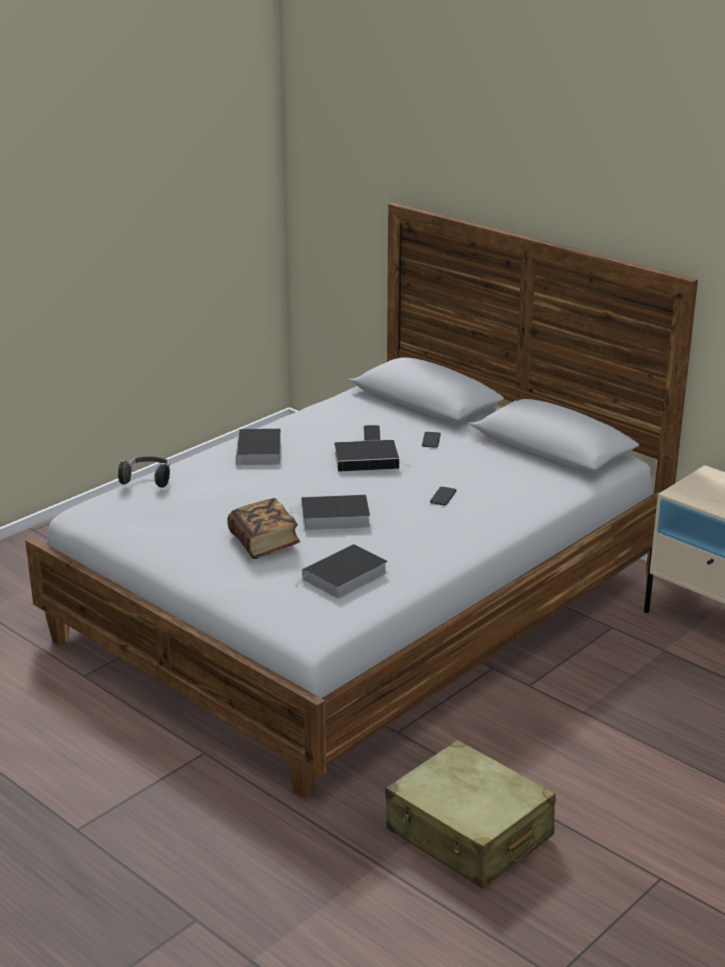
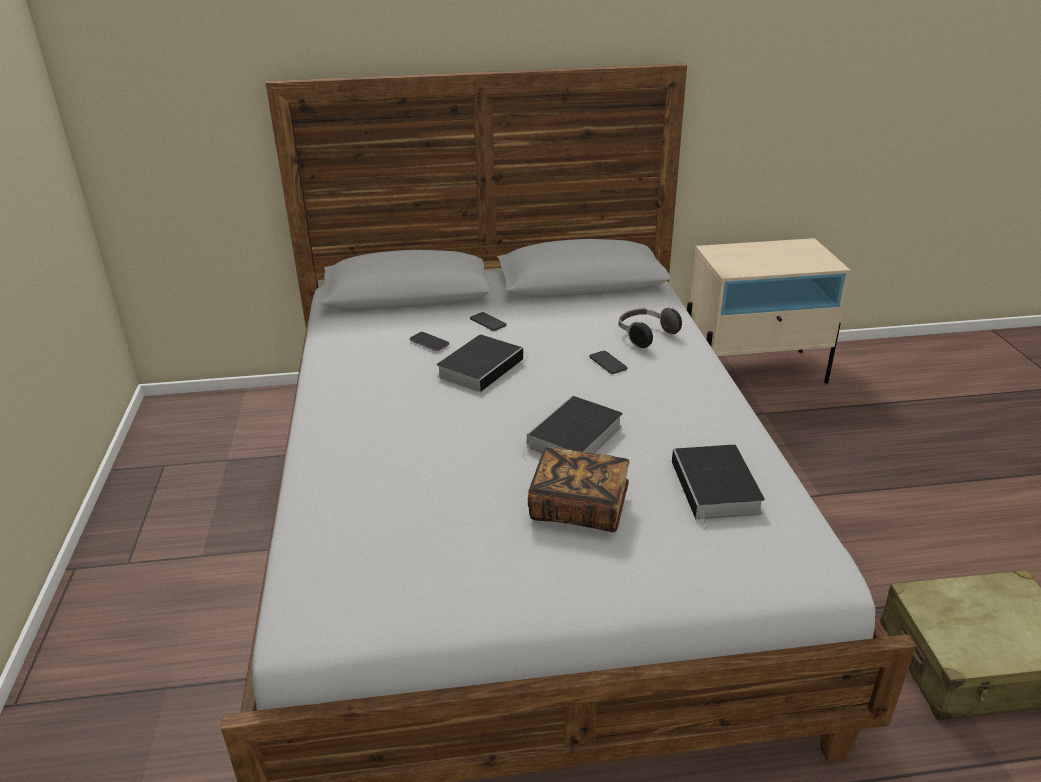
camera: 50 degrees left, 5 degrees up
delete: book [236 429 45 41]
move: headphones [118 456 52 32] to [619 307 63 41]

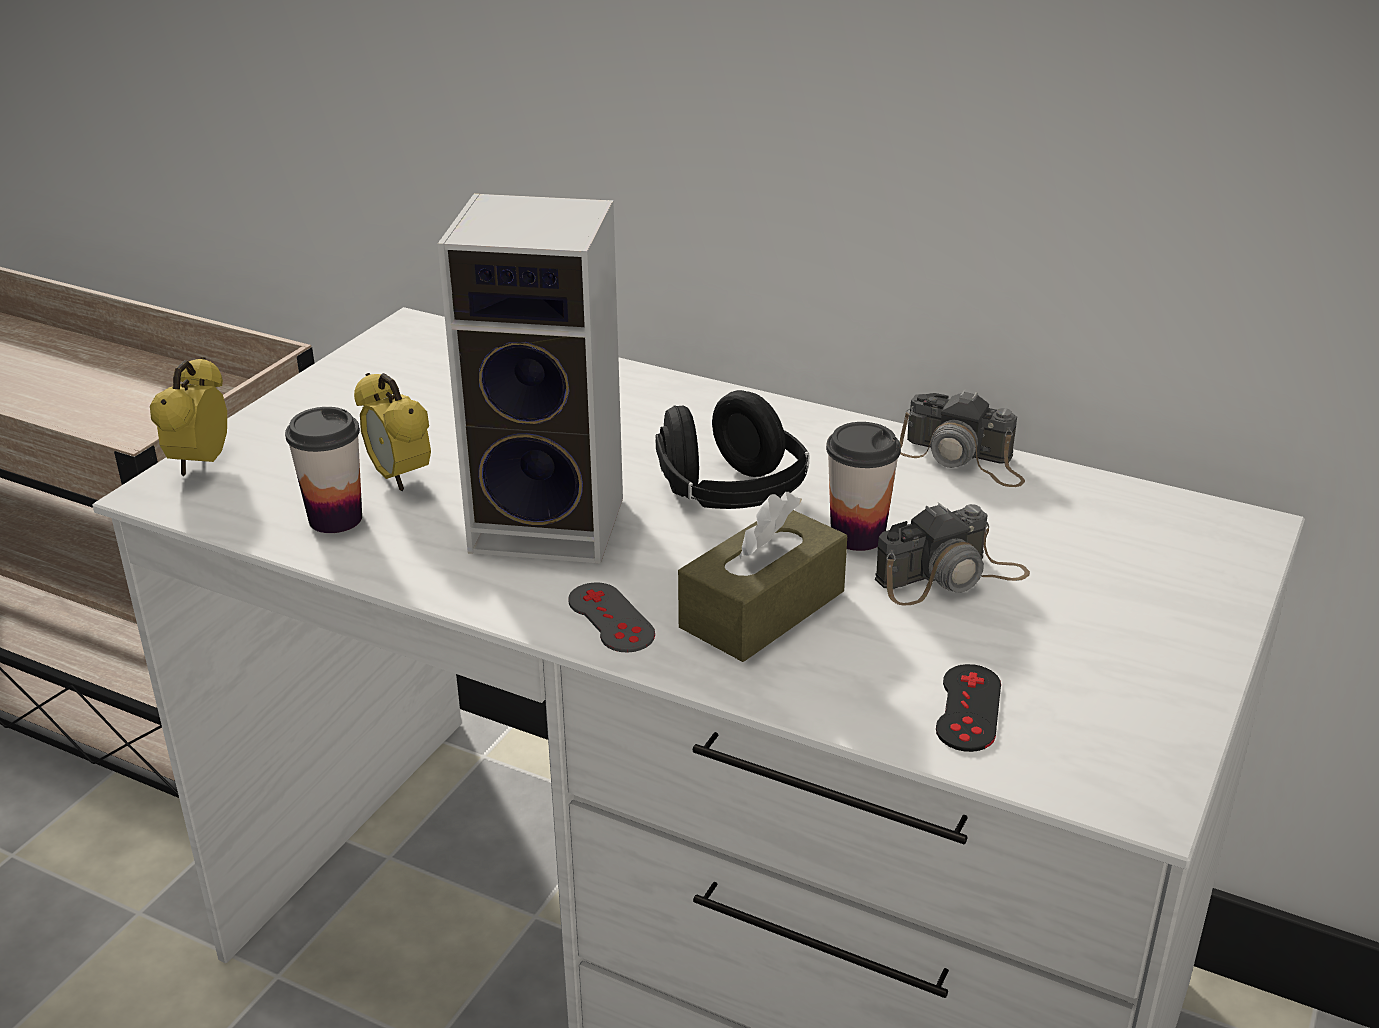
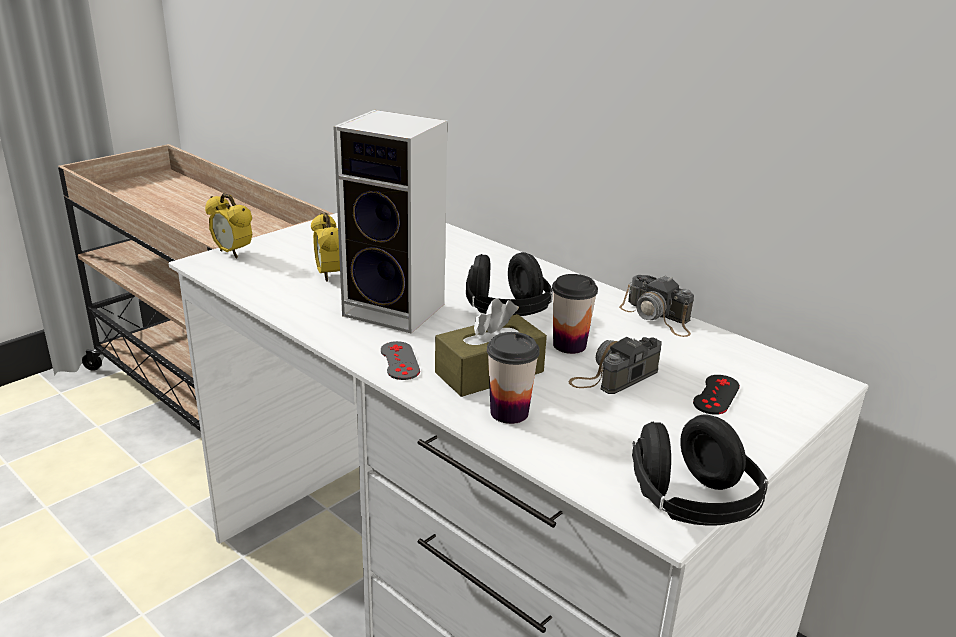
camera: 15 degrees right, 5 degrees down
insert: black headphones [632 415 136 110]
move: cup [285 407 77 126] to [487 332 53 92]; black game controller [936 664 65 88] to [693 375 47 40]
rotate: alarm clock [150 357 77 119] = [205 193 48 65] 75 degrees counterclockwise; photo camera [875 503 155 103] = [568 337 94 57] 150 degrees clockwise

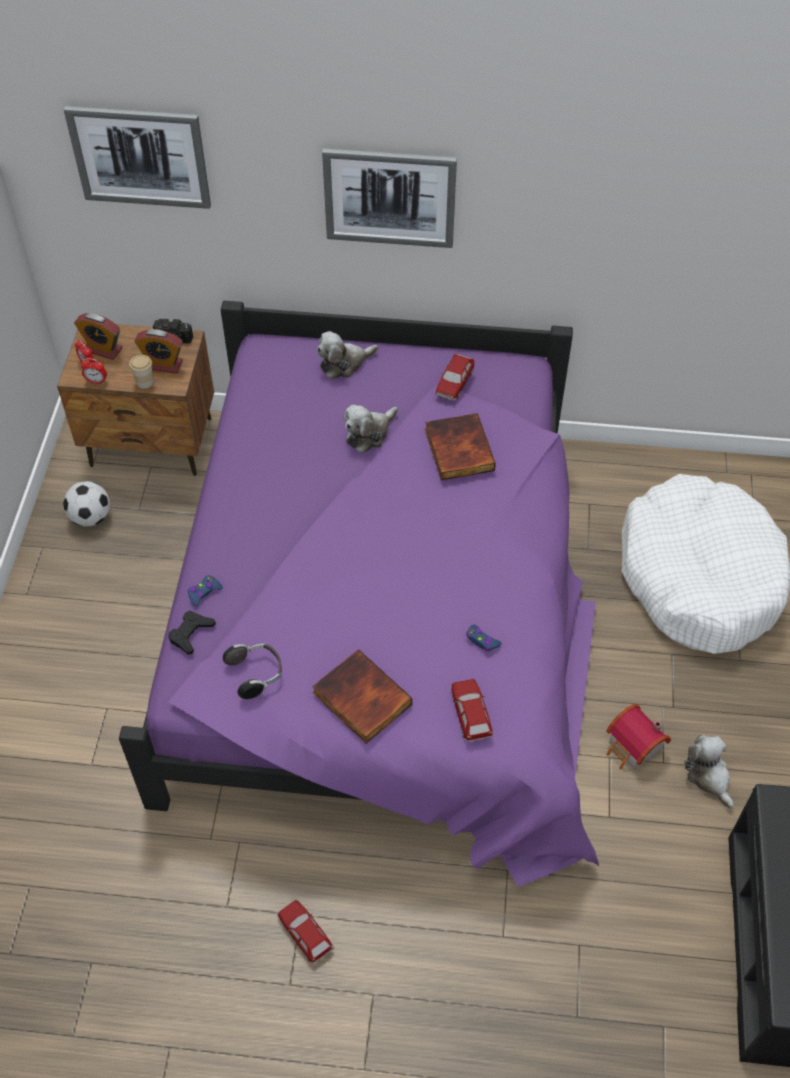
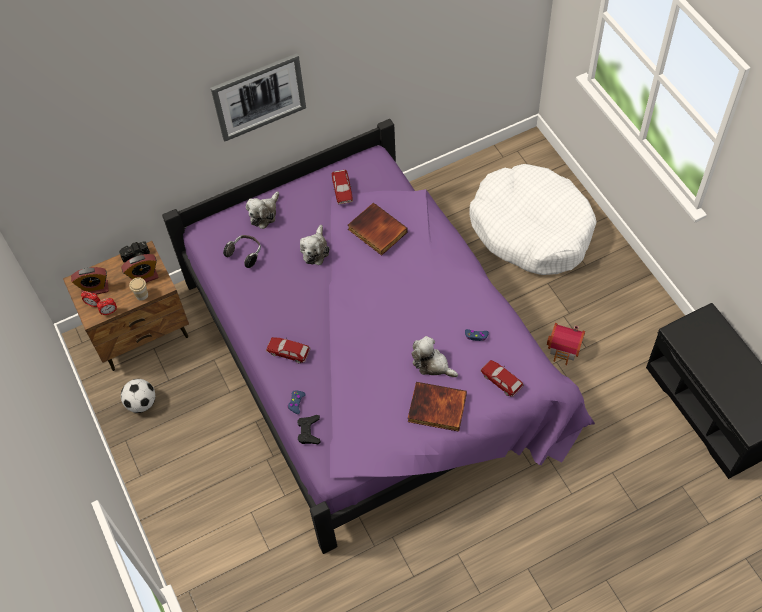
camera: 30 degrees left, 5 degrees up
delete: picture [64 106 147 103]
move: headphones [223 643 59 56] to [223 235 38 33]; toy car [277 900 57 64] to [266 337 45 26]; plush toy [685 735 48 74] to [411 336 47 41]

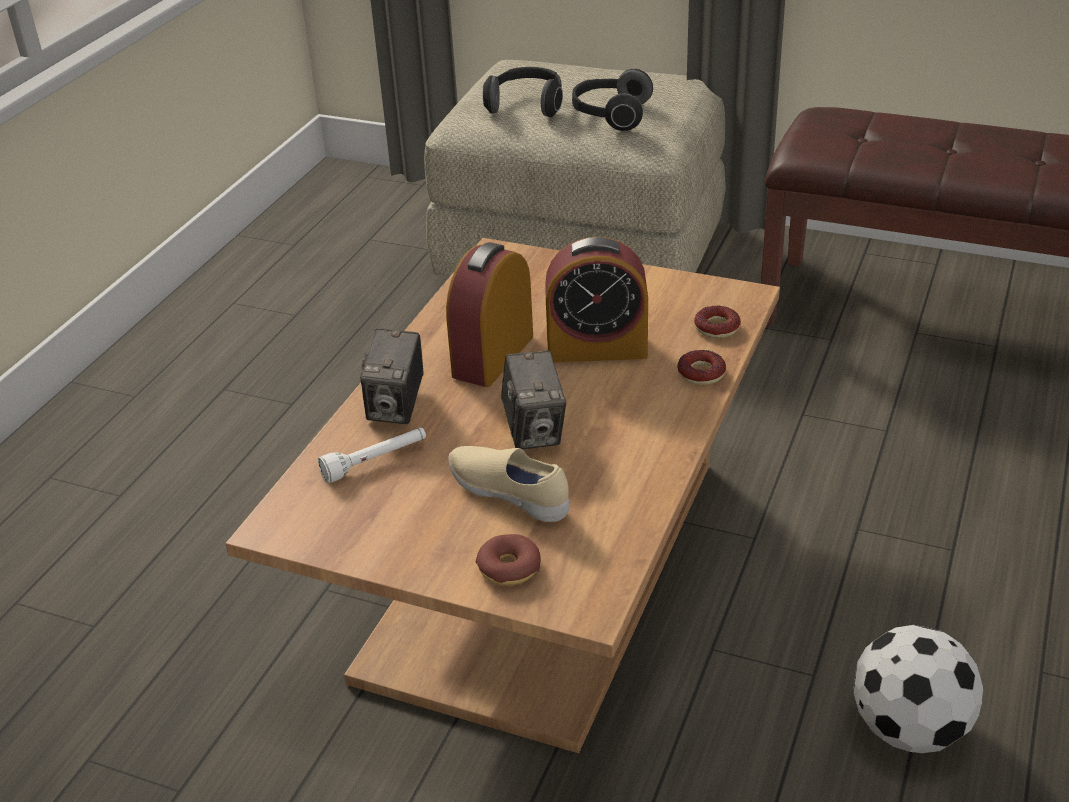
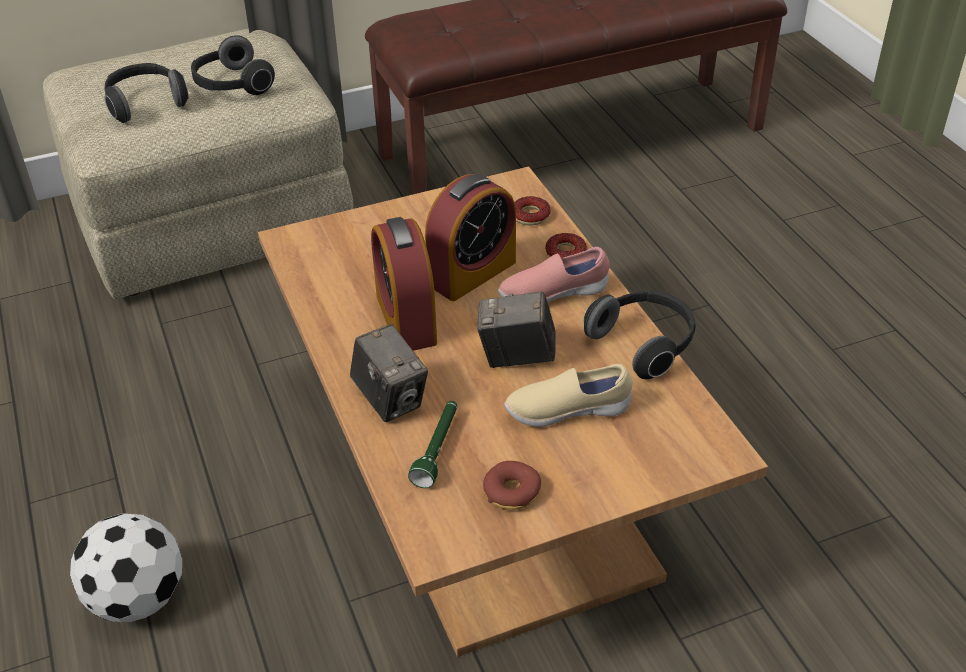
camera: 45 degrees left, 5 degrees up
insert: pink shoe [498 247 112 56]; headphones [584 290 111 89]
move: donut [476 534 65 52] to [483 461 58 49]; football [853 625 130 128] to [70 513 112 109]
recolor: white flashlight [318 428 108 55] to green flashlight [408 401 49 87]
rotate: photo camera [501 350 65 99] = [477 291 79 77] 150 degrees clockwise

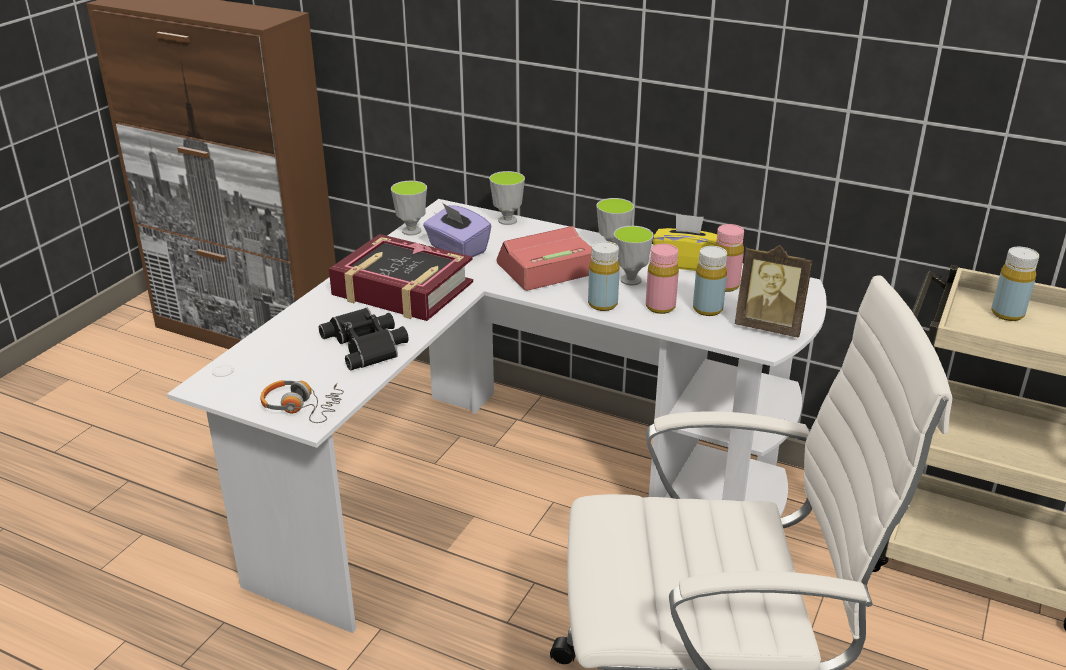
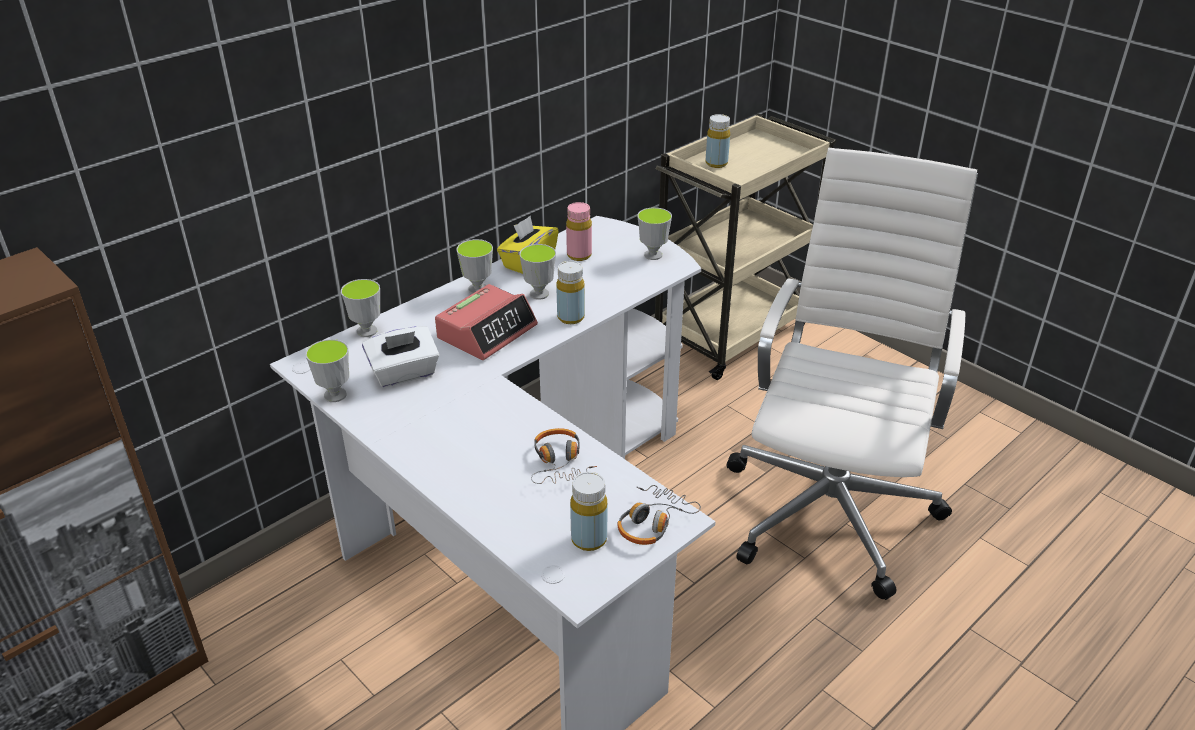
camera: 70 degrees left, 5 degrees up
delete: book [329 234 144 87]; pink bottle [646 244 33 70]
move: yellow bottle [693 246 34 70] to [570 472 38 79]
replace: black binoculars [319 308 90 62] to headphones [531 428 66 56]; picture frame [735 245 78 93] to cup [637 207 35 53]
recolor: purple tissue box [423 203 68 54] to white tissue box [362 326 77 61]
rotate: alarm clock [497 226 94 65] = [435 284 103 76] 135 degrees counterclockwise

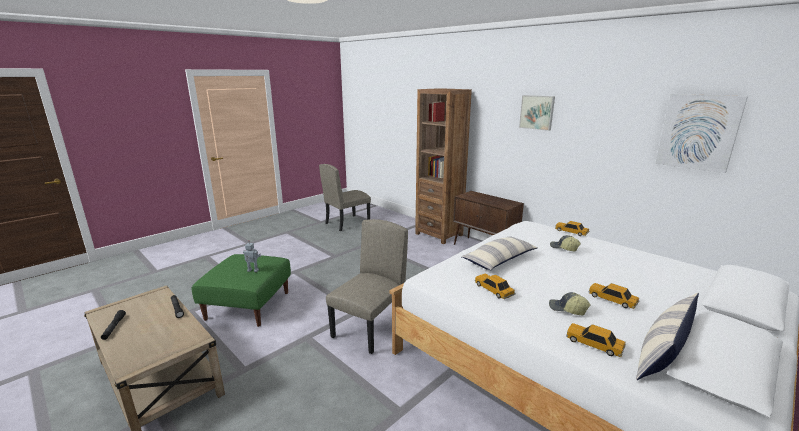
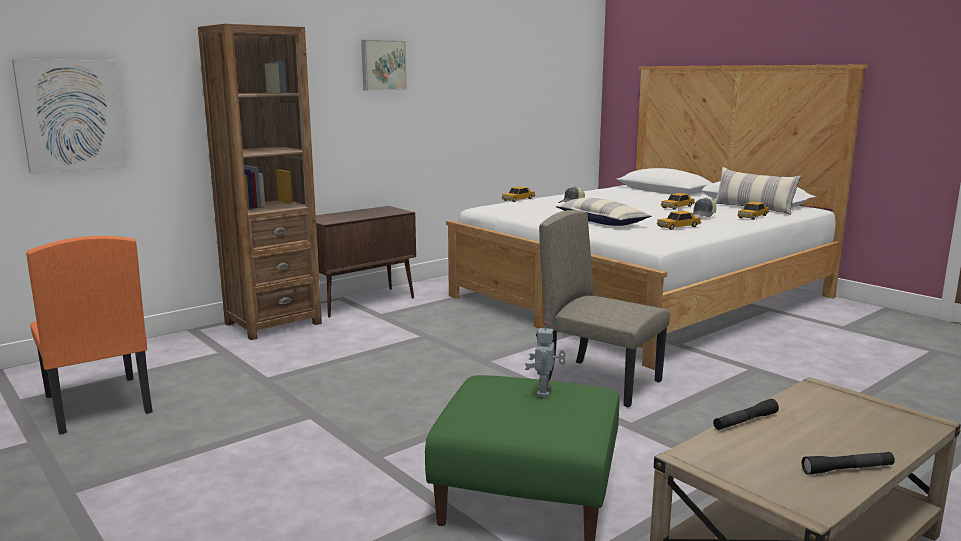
camera: 85 degrees left, 5 degrees down
move: picture [655 94 93 79] to [12 59 116 114]
recolor: beige chair [319 164 52 67] to orange chair [26 236 127 198]

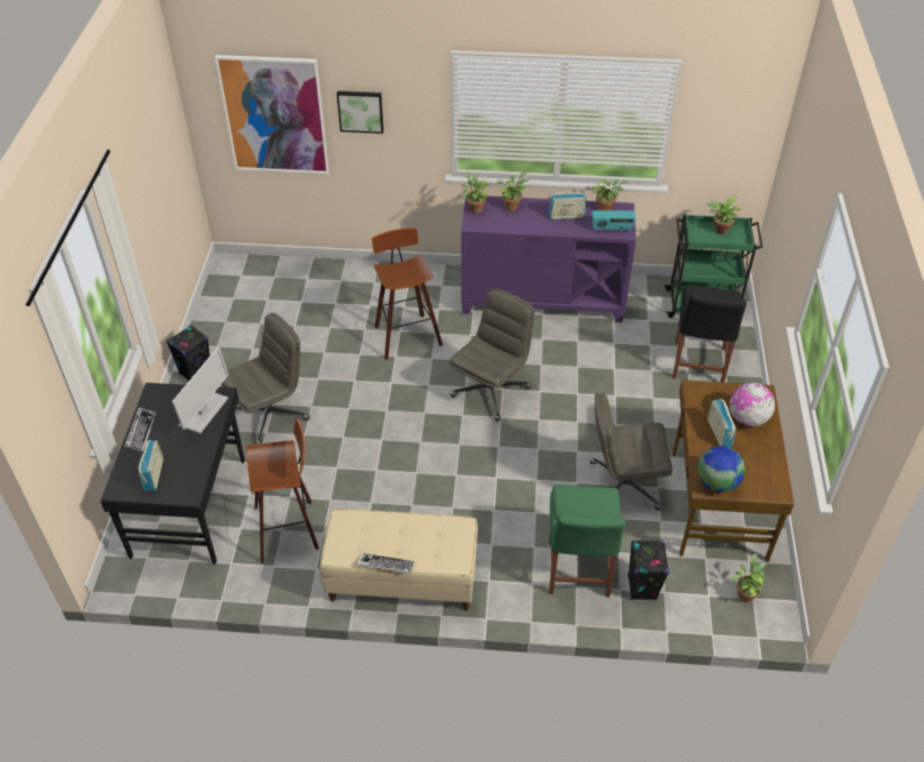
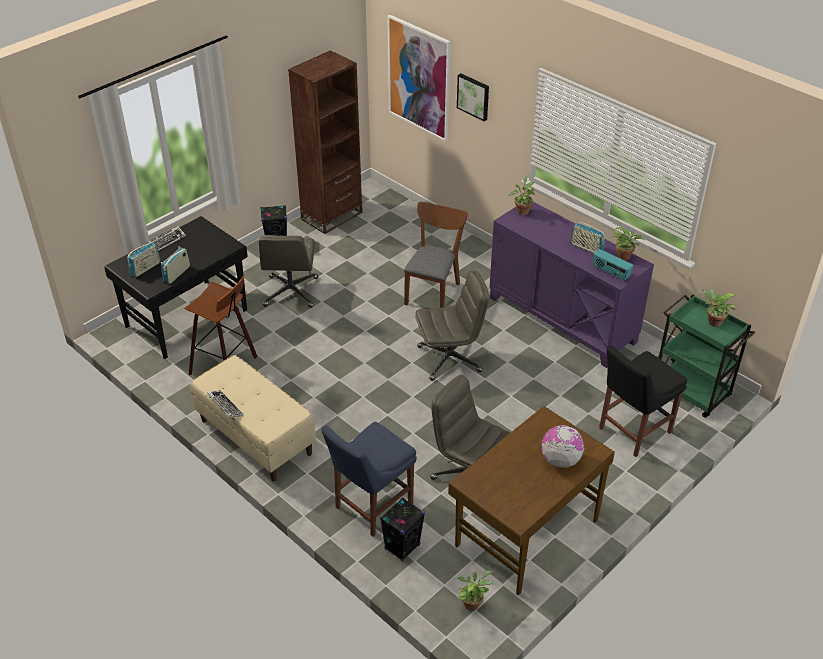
camera: 40 degrees right, 5 degrees down
delete: monitor [172 347 56 87]; potted plant [497 172 32 39]; globe [698 446 47 46]
insert: brown bookcase [288 50 75 184]
move: radio [707 399 29 48] to [161 246 29 38]
replace: stool [372 228 71 132] to brown chair [404 202 64 106]
recolor: green chair [549 485 77 112] to blue chair [321 422 96 115]
rotate: grey office chair [221 313 89 131] = [259 235 59 73] 90 degrees clockwise

